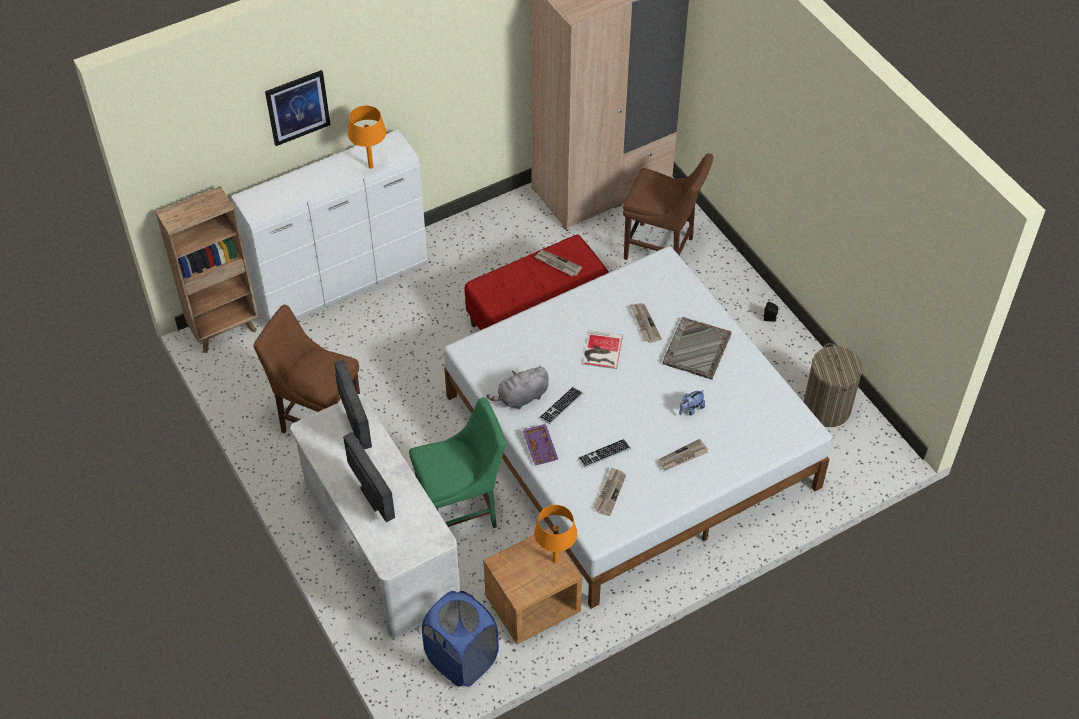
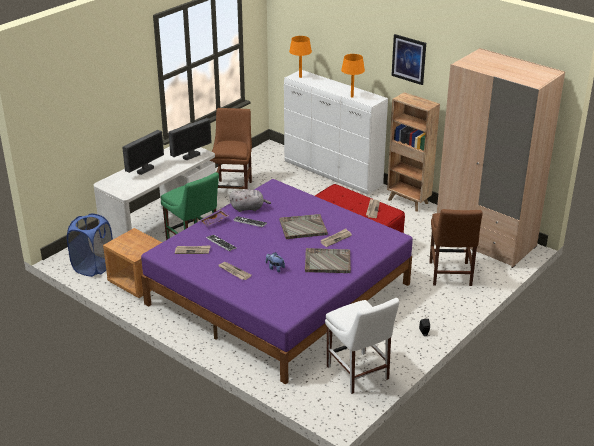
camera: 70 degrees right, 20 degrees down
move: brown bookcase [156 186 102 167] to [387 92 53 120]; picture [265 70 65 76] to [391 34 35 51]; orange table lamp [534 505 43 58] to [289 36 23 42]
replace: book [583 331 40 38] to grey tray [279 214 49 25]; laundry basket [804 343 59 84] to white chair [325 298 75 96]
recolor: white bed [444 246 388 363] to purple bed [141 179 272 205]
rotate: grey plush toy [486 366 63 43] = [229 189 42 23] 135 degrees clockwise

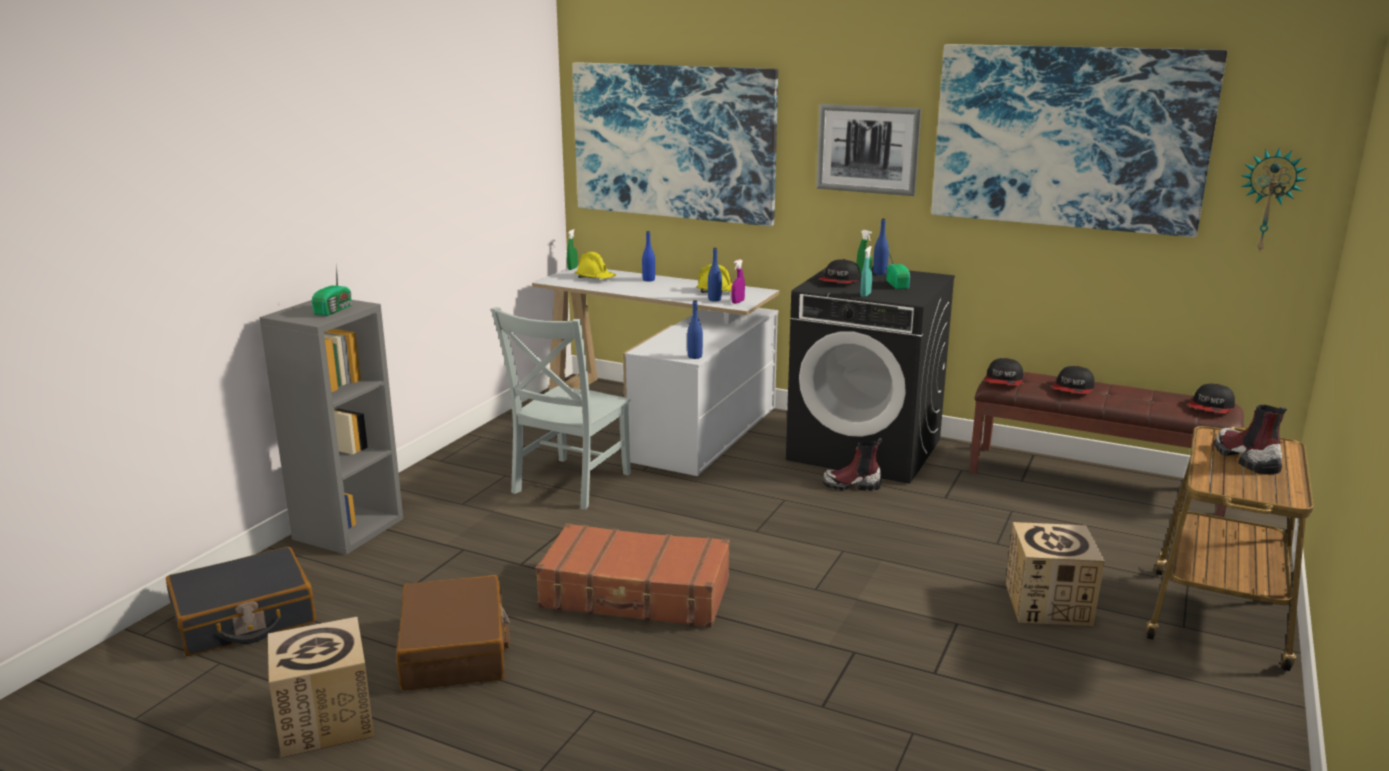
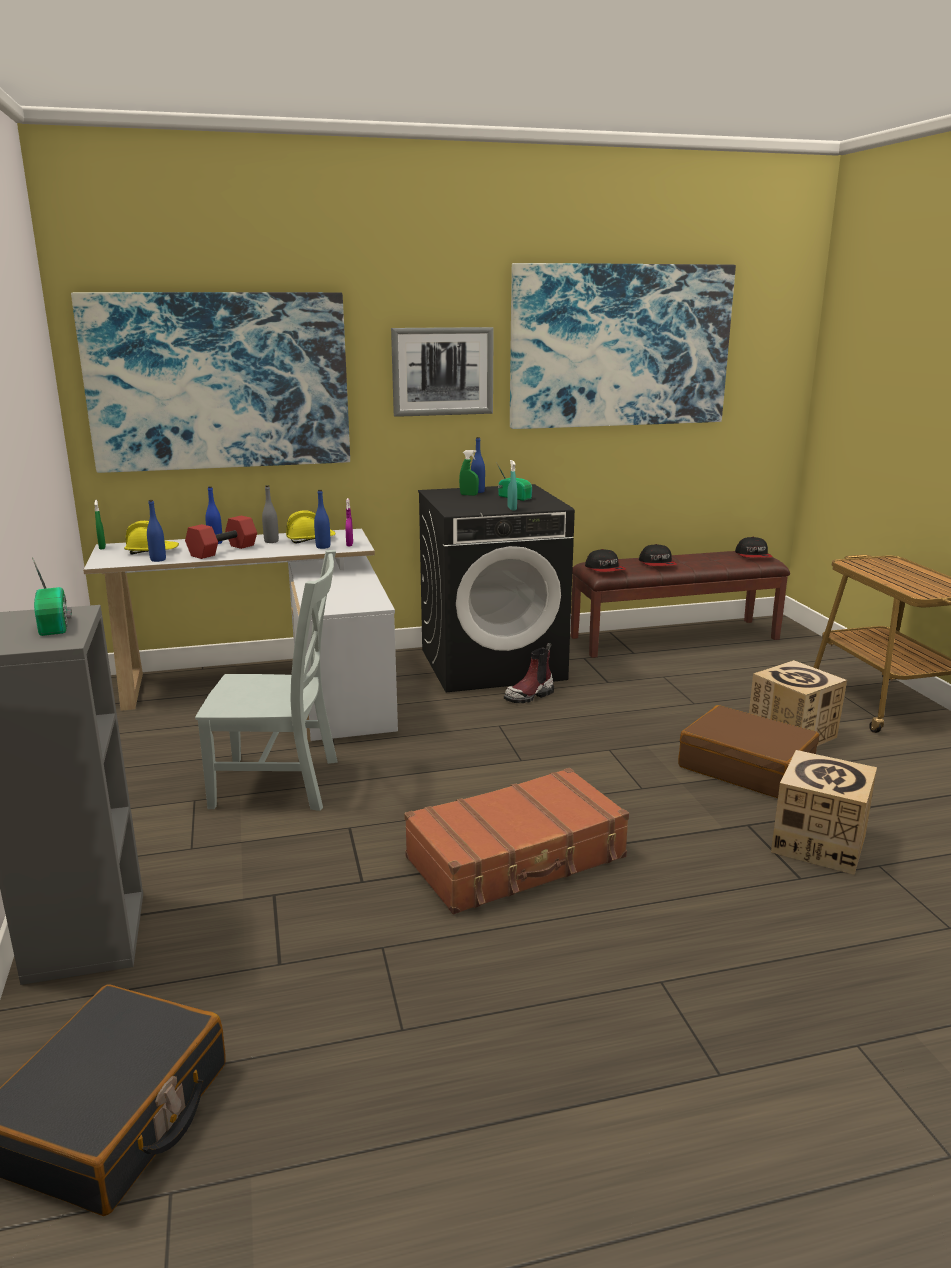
camera: 40 degrees left, 0 degrees up
delete: cap [819 259 41 24]; boot [1214 405 73 70]; wall clock [1241 147 66 107]
insert: red dumbbell [185 516 72 43]; grey bottle [262 485 17 58]
move: cardboard box [268 617 106 141] to [771 750 106 125]; brown suitcase [396 575 114 116] to [678 705 141 93]; blue bottle [687 300 16 59] to [147 500 19 62]
rotate: grey chair [491 307 140 203] = [195 550 143 261] 75 degrees counterclockwise

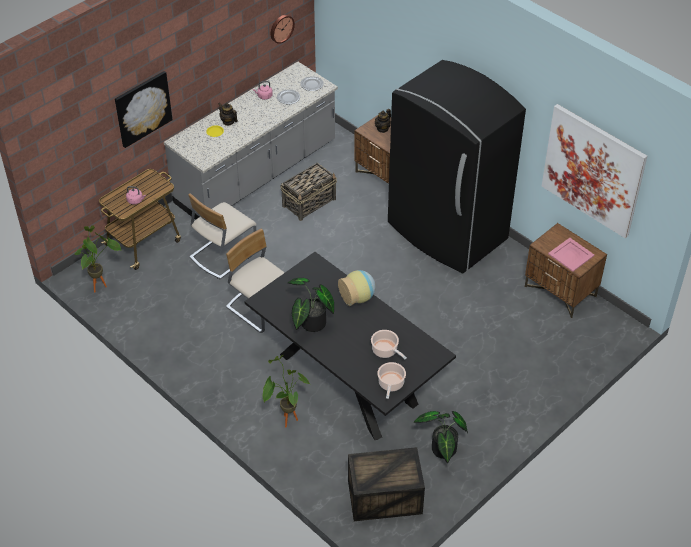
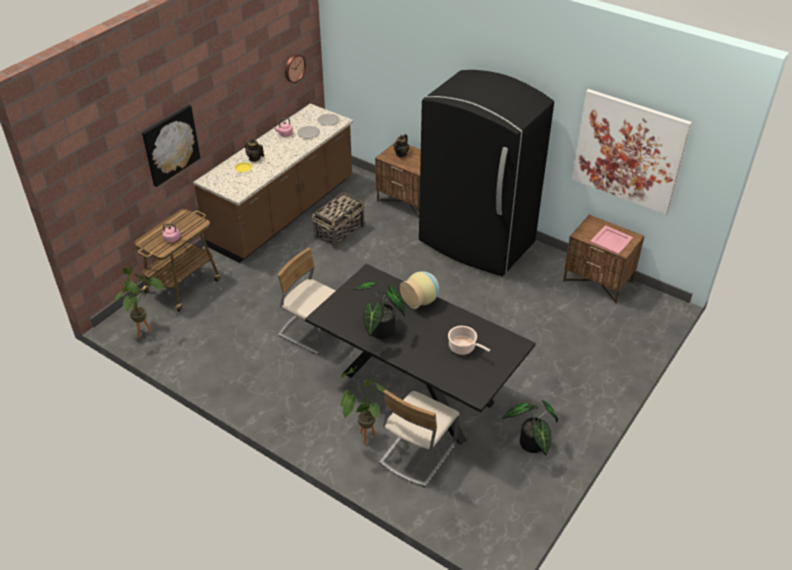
camera: 10 degrees left, 5 degrees down
delete: crate [348 447 77 74]; cooking pot [377 362 29 37]
move: beige chair [188 193 68 87] to [379 390 81 97]
recolor: grey counter [164 62 174 158] to brown counter [193 104 160 159]

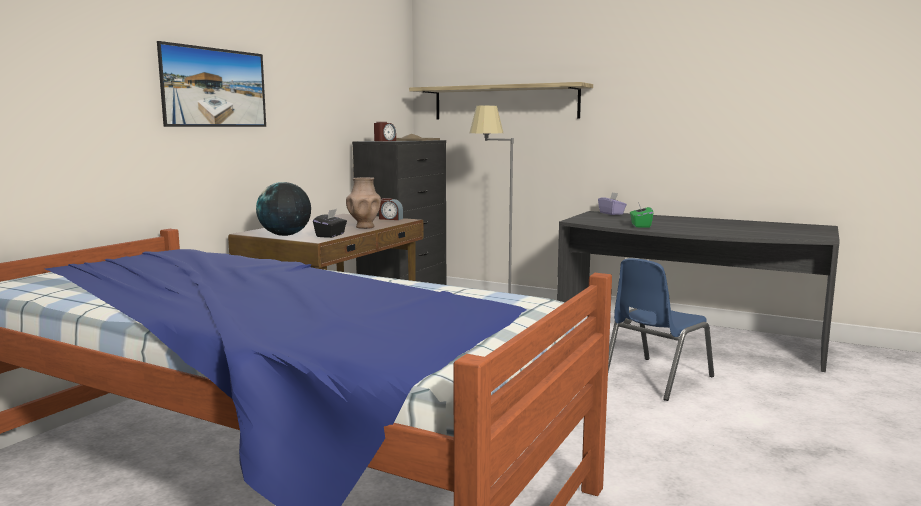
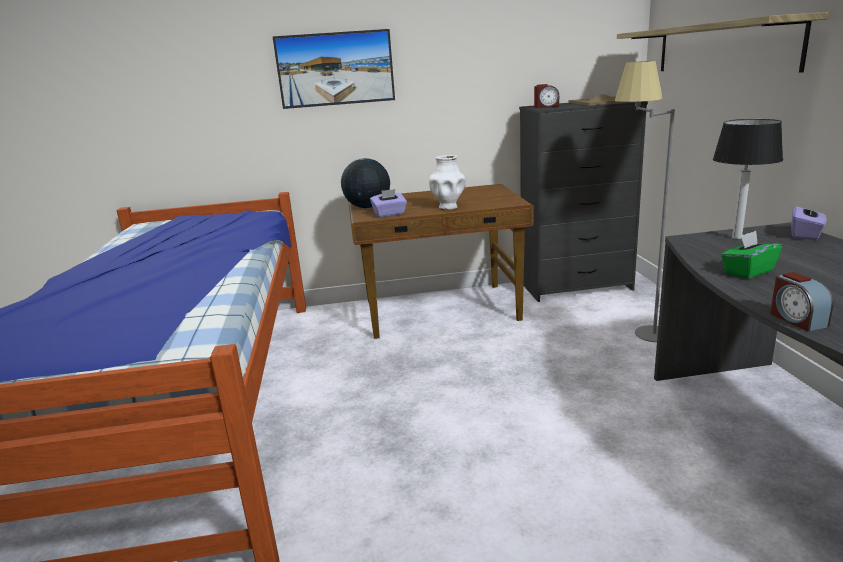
camera: 55 degrees right, 10 degrees up
delete: blue chair [608 258 106 143]
insert: table lamp [713 119 70 120]
move: alarm clock [379 198 25 22] to [770 272 63 59]
recolor: black tissue box [313 209 34 29] to purple tissue box [370 189 37 28]; brown vase [346 177 35 52] to white vase [429 155 37 55]

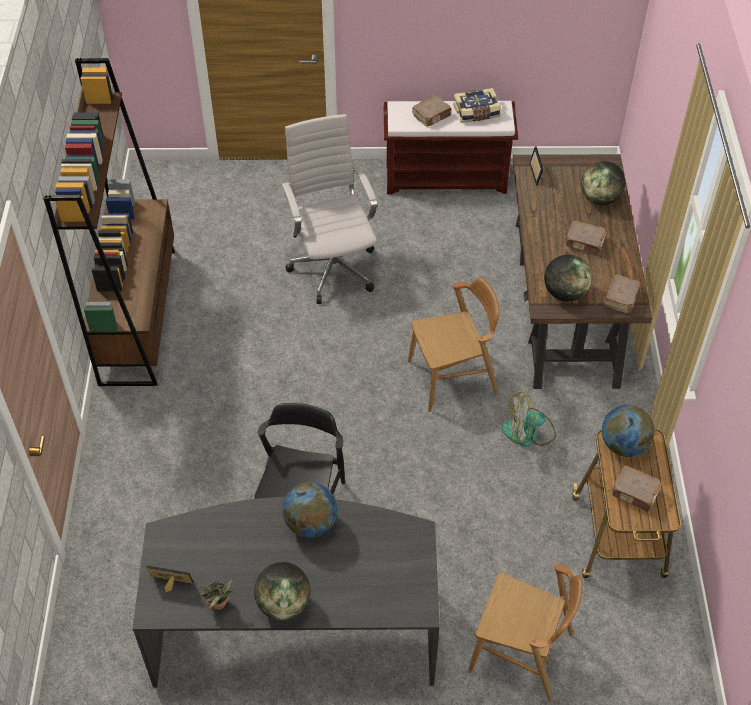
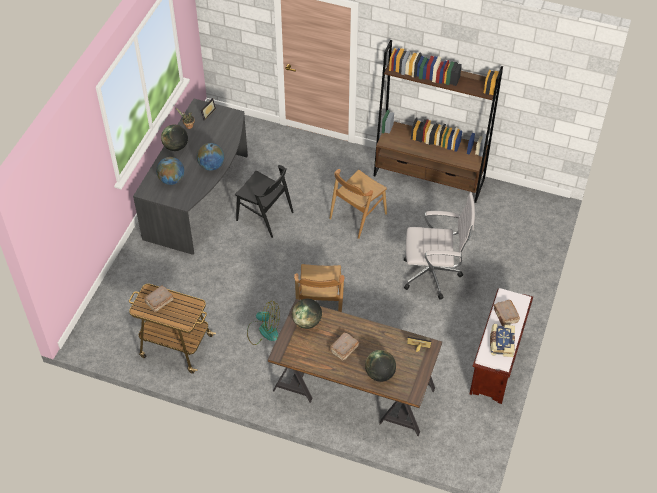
camera: 110 degrees right, 0 degrees up
delete: brown book [603 274 38 39]
move: brown chair [468 564 115 138] to [329 169 58 70]; globe [602 405 53 52] to [156 157 28 28]
rotate: fan [502 392 54 55] = [247 301 33 44] 90 degrees clockwise

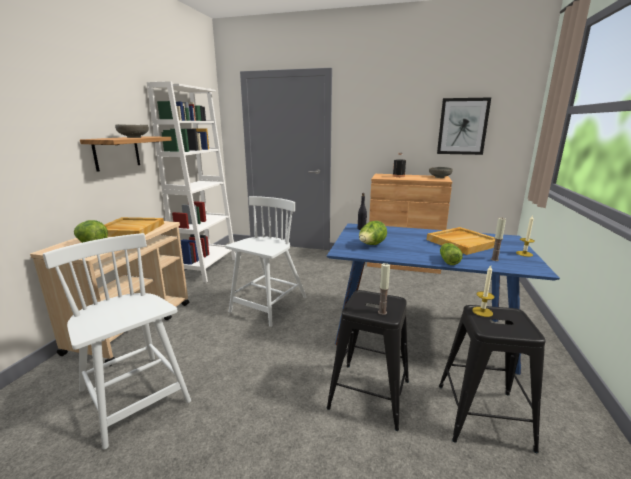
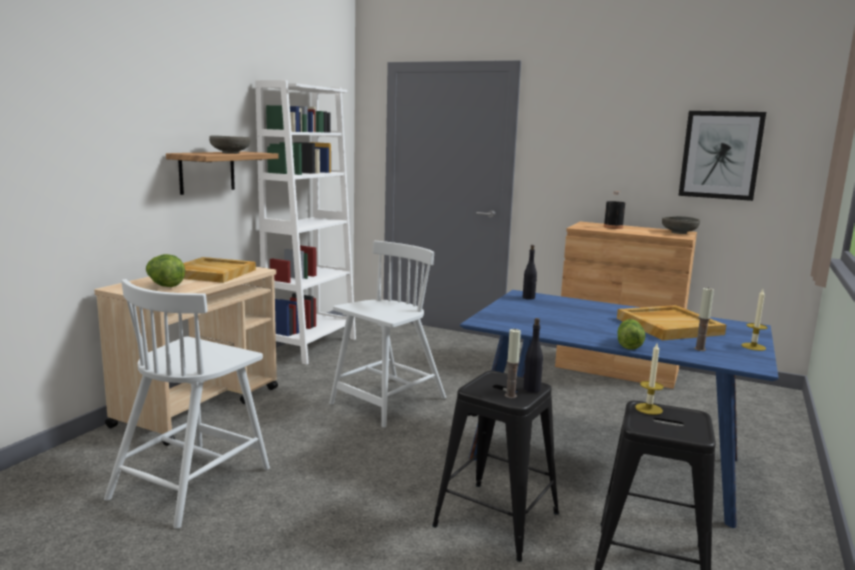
camera: 10 degrees right, 5 degrees down
delete: lettuce [359 221 28 24]
insert: black bottle [523 318 20 75]
rotate: white chair [43 233 148 217] = [104 279 166 250] 120 degrees counterclockwise

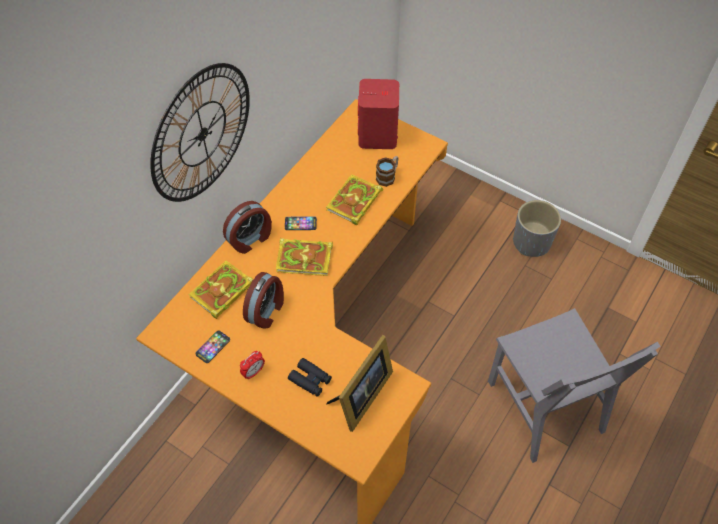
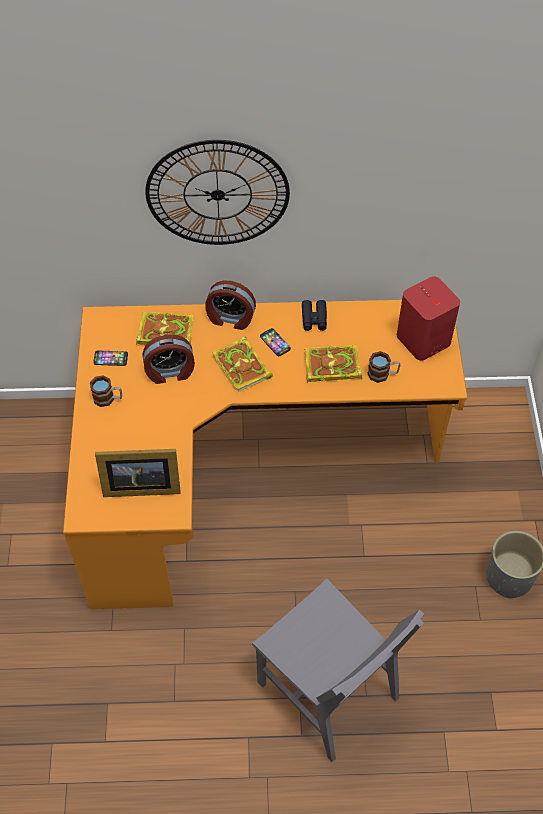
camera: 55 degrees right, 0 degrees up
move: black binoculars [288 358 44 39] to [302 300 25 31]
replace: alarm clock [240 351 25 29] to mug [90 375 32 32]
rotate: grey chair [488 308 172 155] = [252 579 172 183] 75 degrees counterclockwise

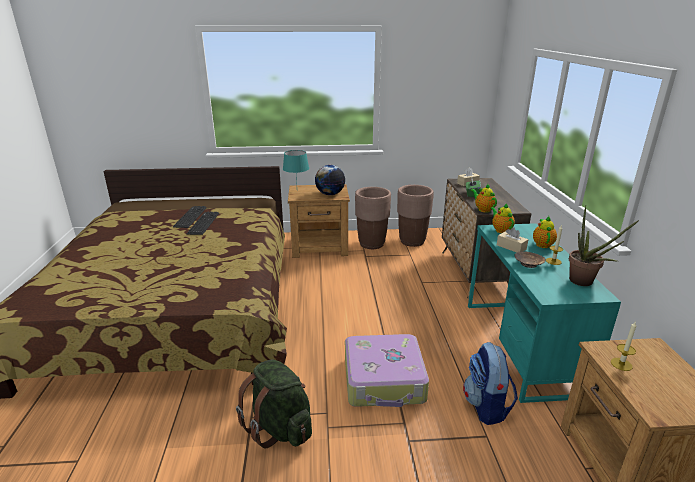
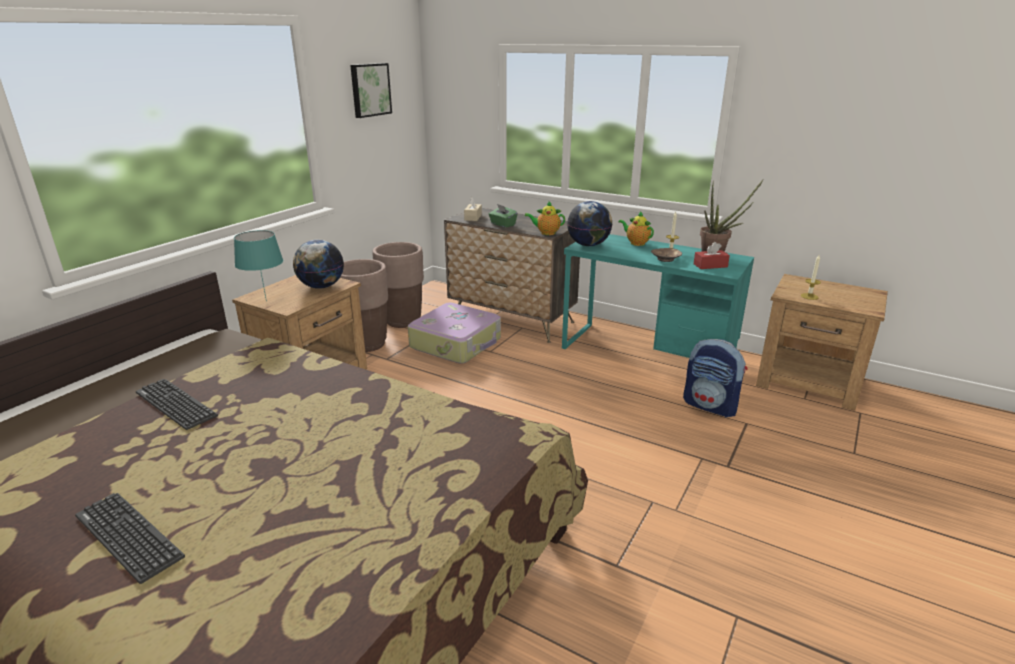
camera: 55 degrees left, 0 degrees up
delete: green backpack [236 359 76 90]; beige tissue box [497 227 31 26]
insert: picture [350 63 42 55]; red tissue box [694 242 36 27]
move: keyboard [187 212 32 23] to [75 493 110 91]; suitcase [345 334 84 73] to [408 303 93 61]
replace: teapot [490 203 25 30] to globe [567 201 45 45]

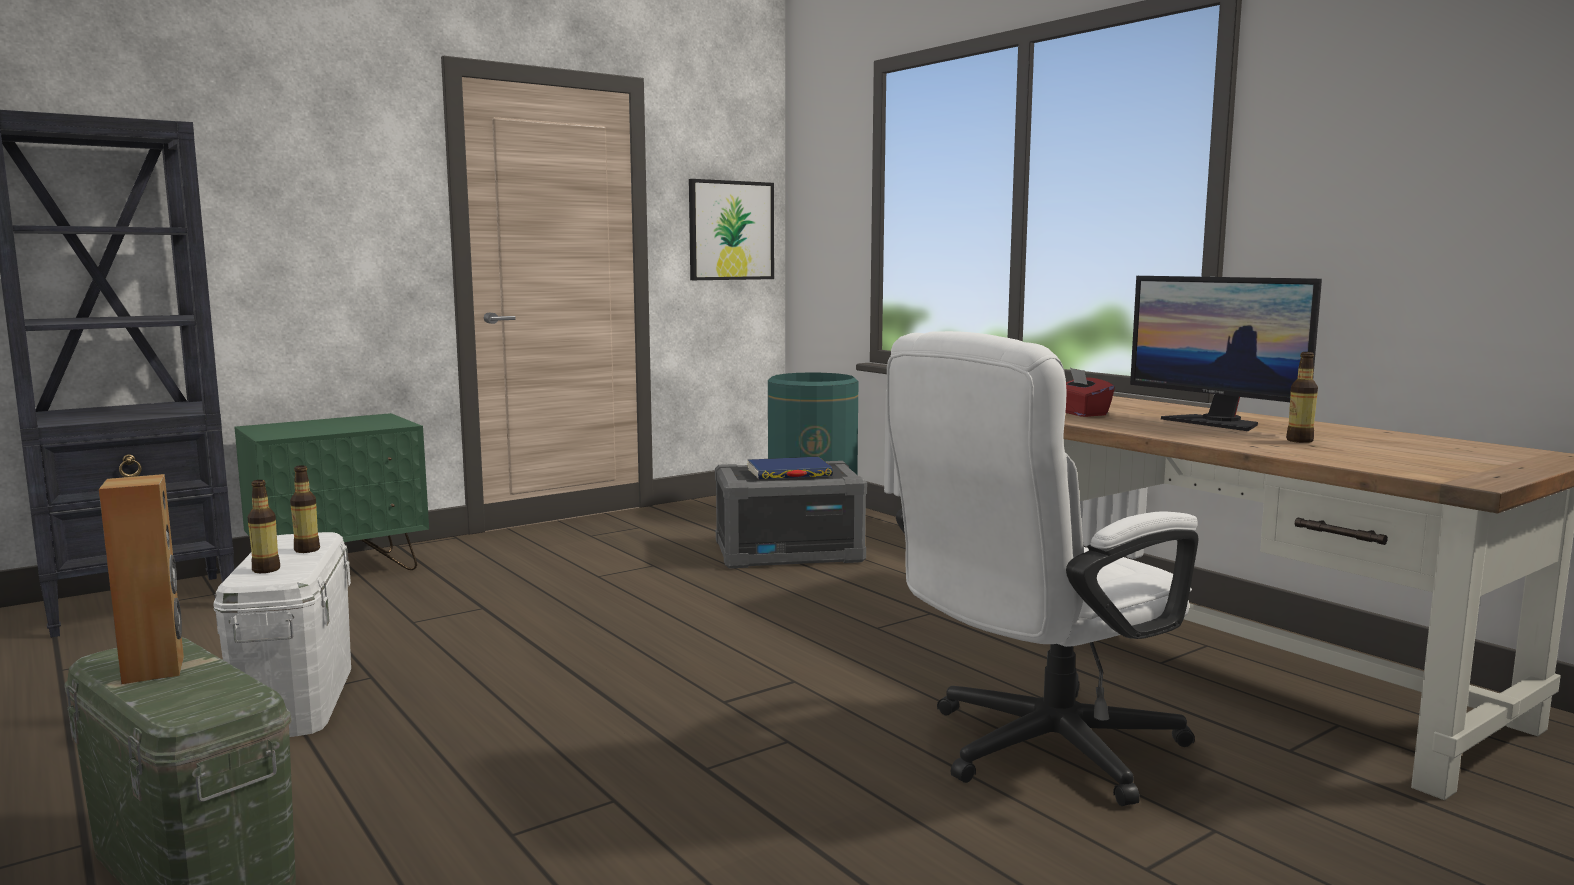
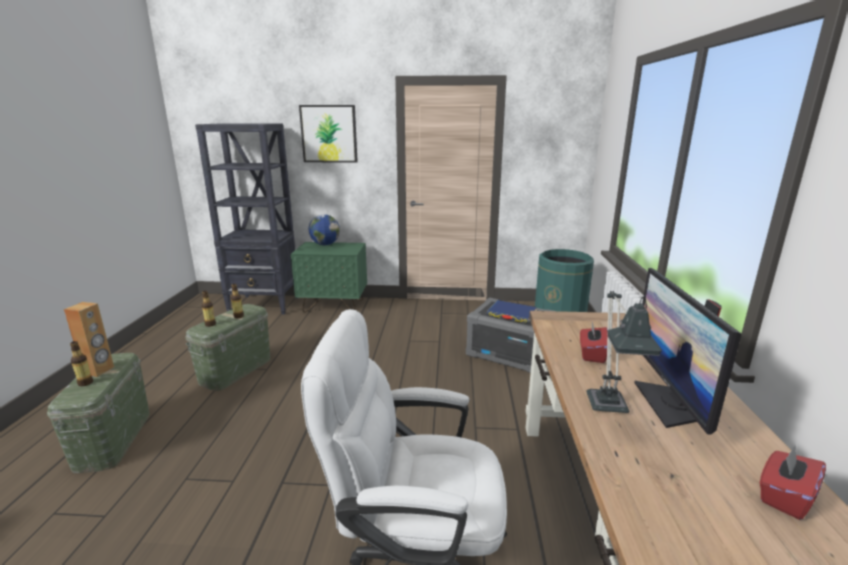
camera: 40 degrees right, 10 degrees up
insert: globe [309 214 31 31]; table lamp [586 291 76 122]; red tissue box [760 446 66 74]
move: picture [689 179 85 101] to [299 105 59 58]; bottle [1286 352 32 91] to [70 341 23 45]
recolor: white storage box [213 532 138 205] to green storage box [185 304 85 87]

